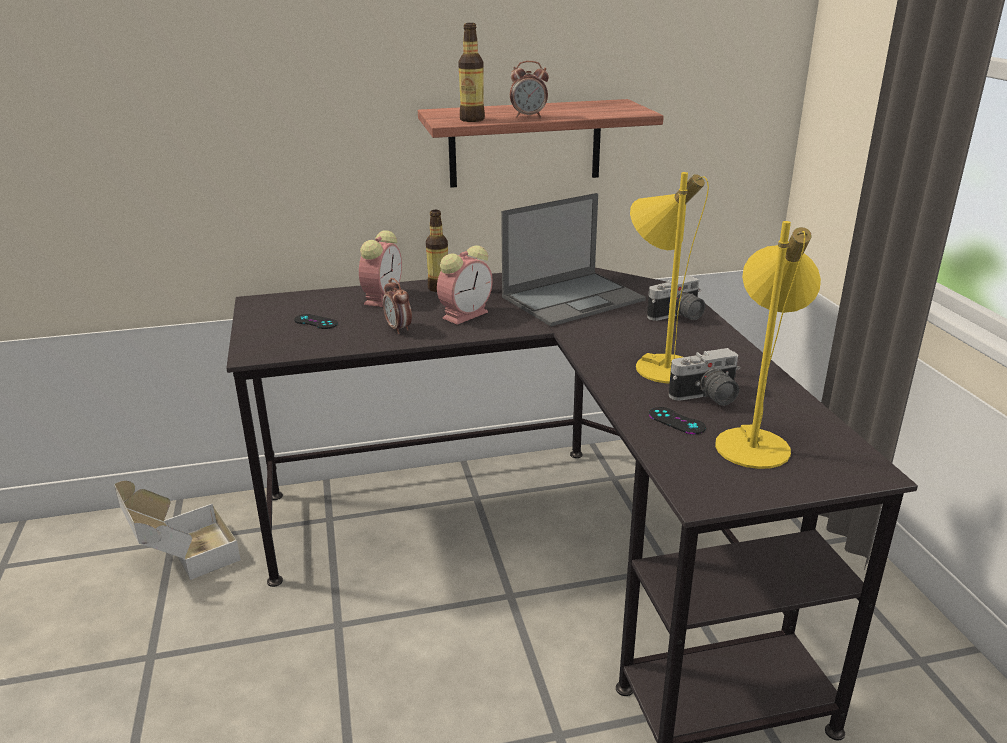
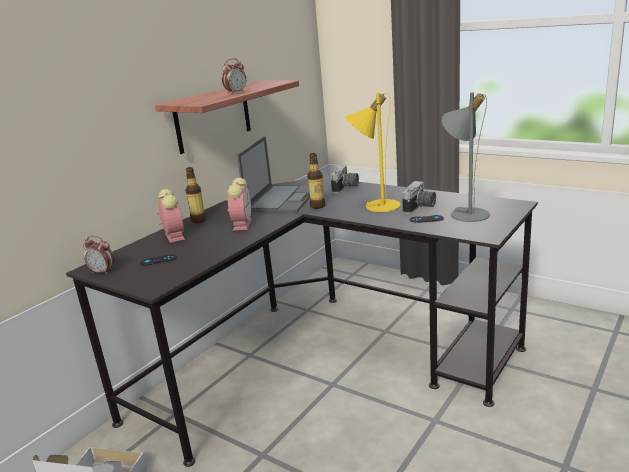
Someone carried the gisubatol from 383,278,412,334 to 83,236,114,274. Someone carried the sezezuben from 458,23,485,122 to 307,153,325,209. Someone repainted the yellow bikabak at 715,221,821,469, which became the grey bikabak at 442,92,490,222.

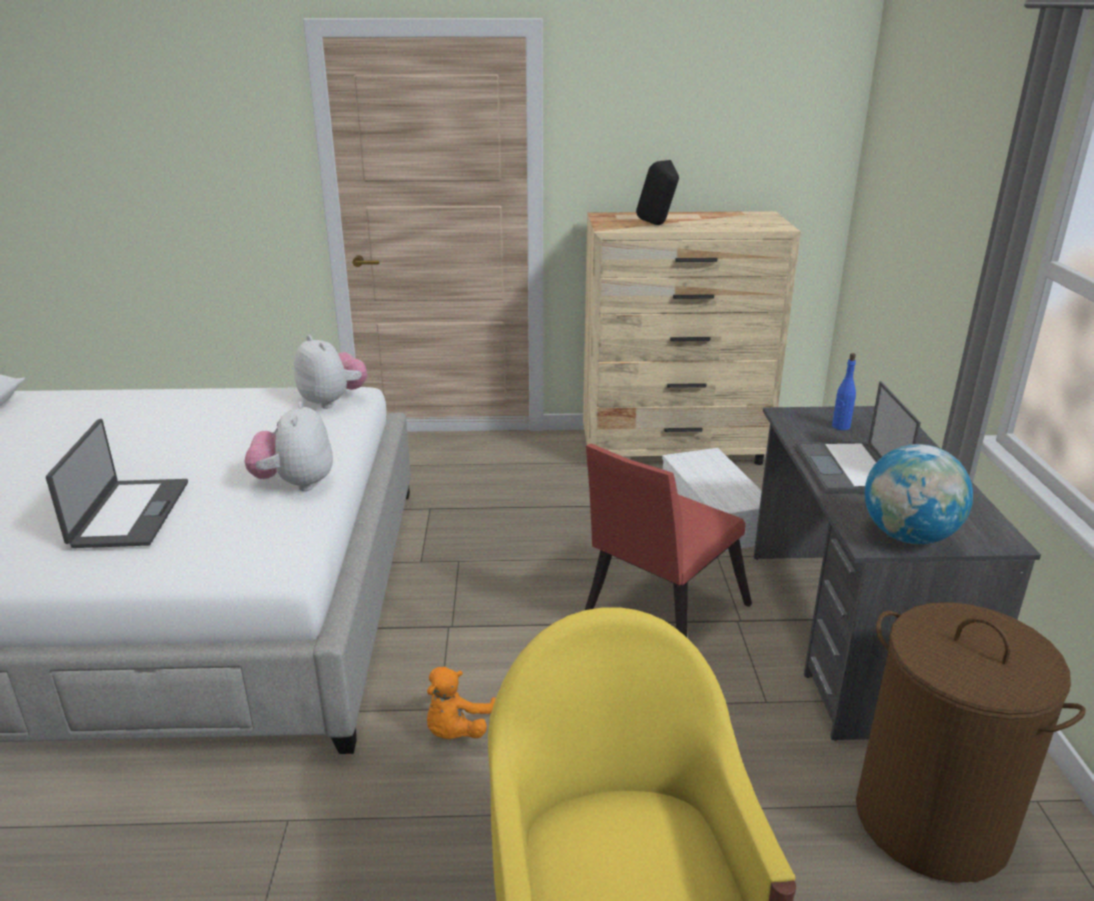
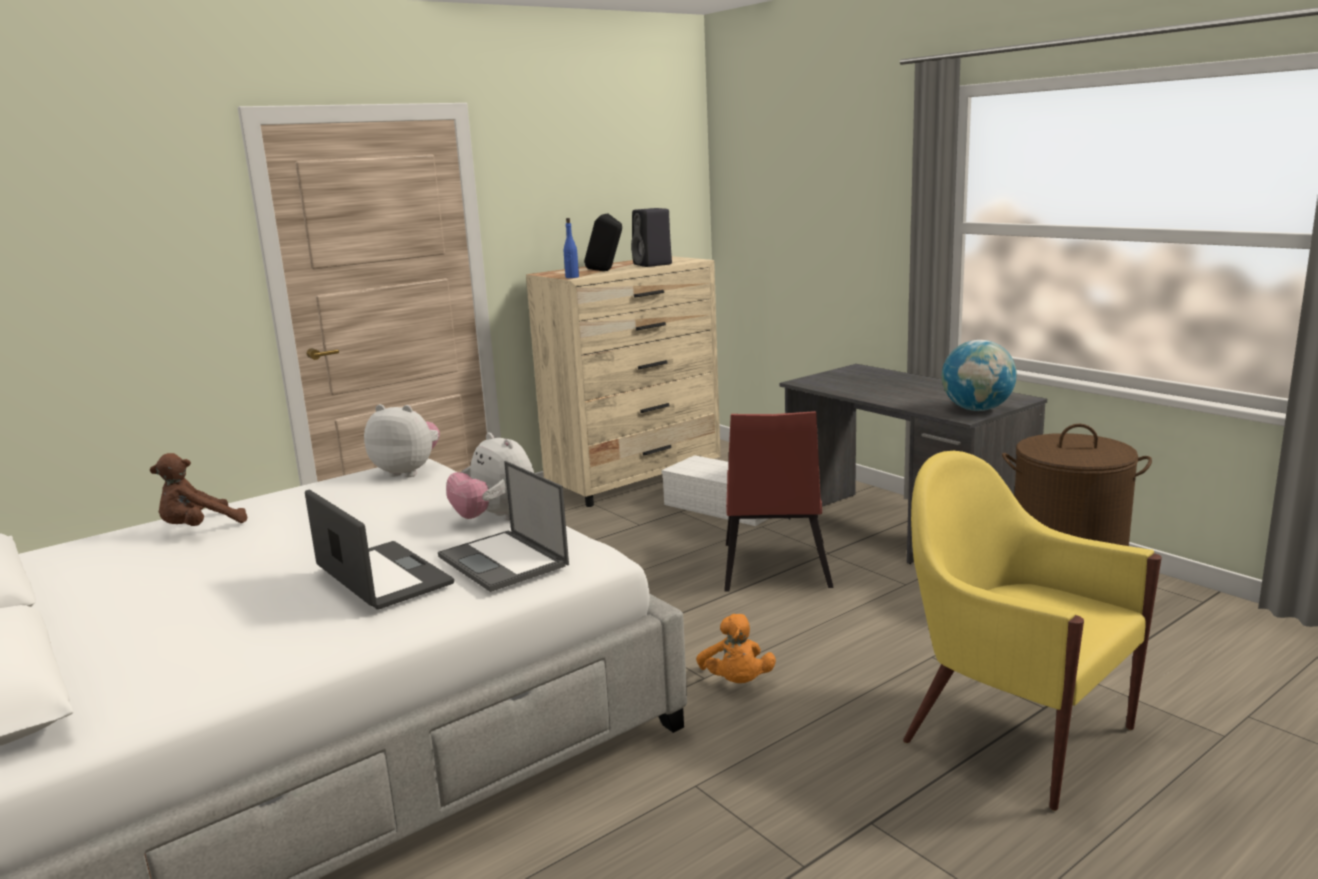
Someone put down the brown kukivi at 150,453,248,526. Someone put down the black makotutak at 631,208,672,267. Someone carried the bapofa from 796,381,921,494 to 438,461,569,592. Someone carried the blue sezezuben from 832,353,856,430 to 564,218,579,278.

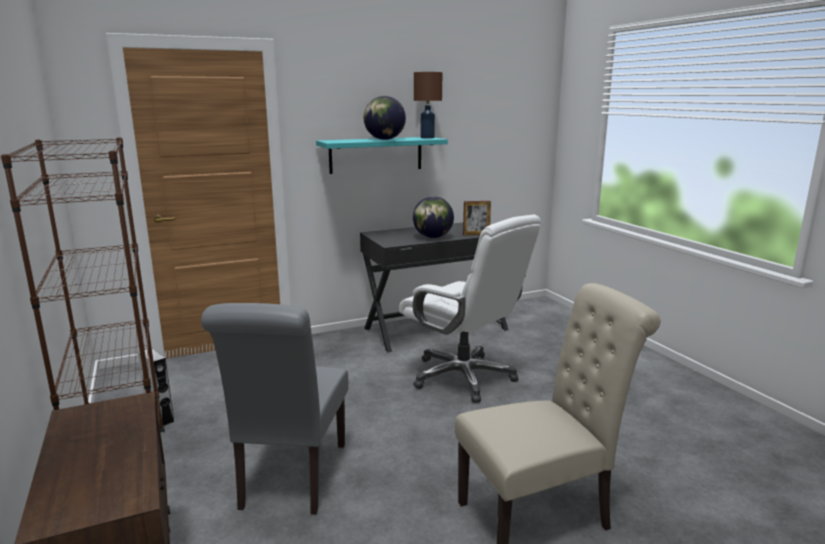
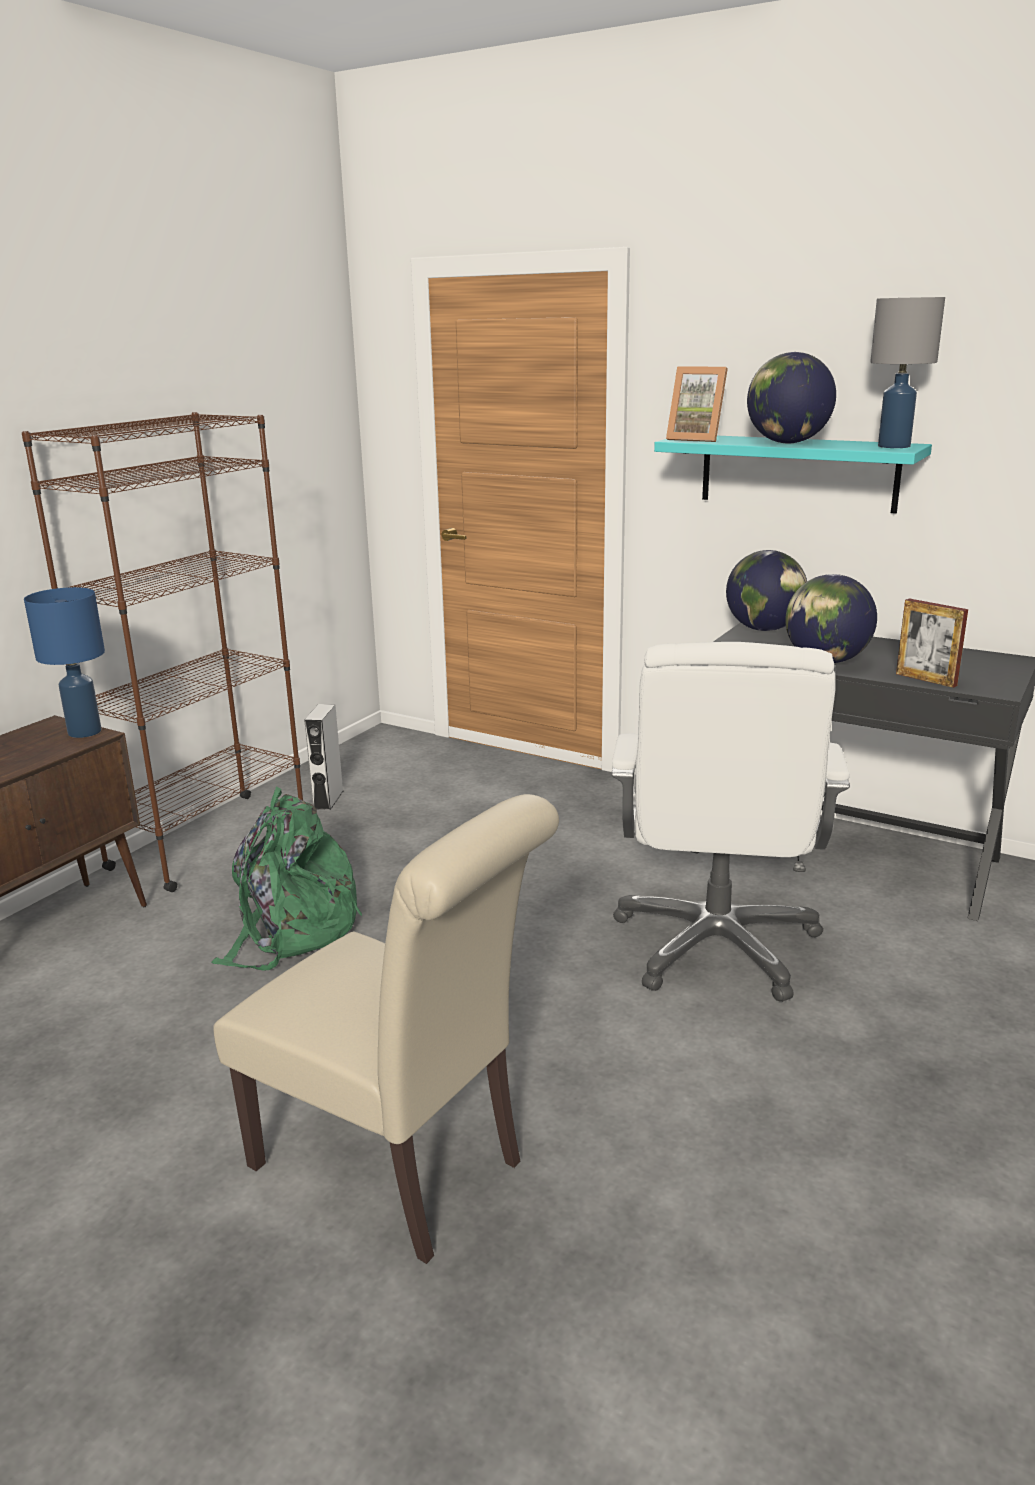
Someone put down the blue bikabak at 24,587,105,738. Someone put down the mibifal at 666,366,728,442. Someone put down the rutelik at 726,550,807,631. Someone swapped the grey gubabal at 201,303,348,515 for the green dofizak at 211,786,362,970. Someone repainted the brown bikabak at 414,72,442,139, which became the grey bikabak at 870,297,945,448.

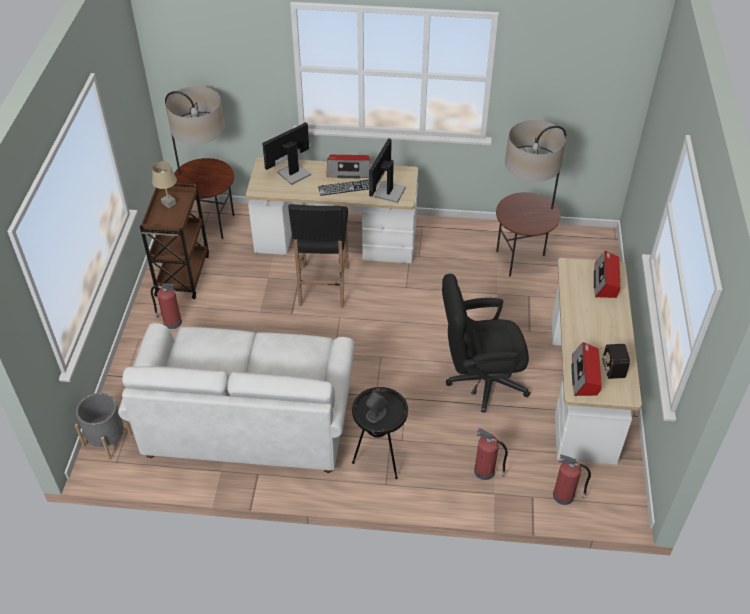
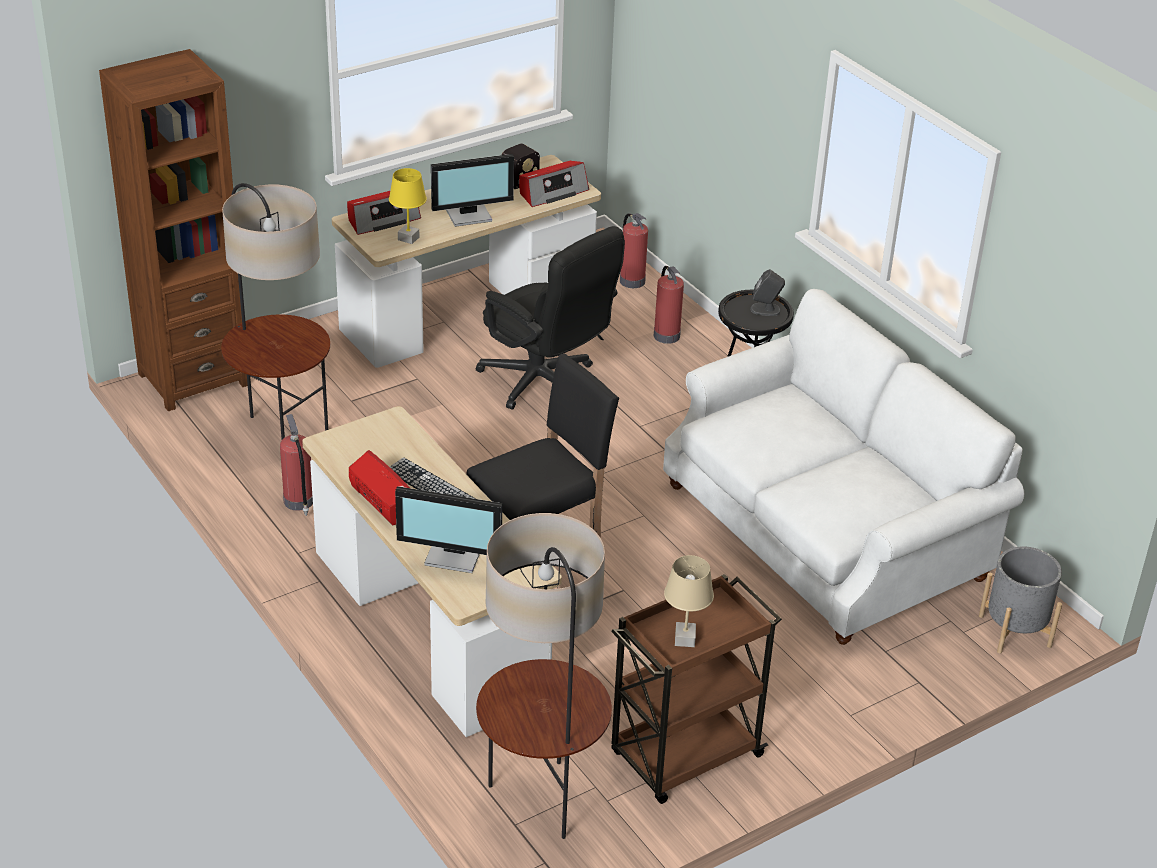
Someone put down the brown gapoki at 99,49,248,411. Someone put down the yellow bikabak at 389,168,427,244. Someone carried the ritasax from 151,283,182,329 to 280,414,313,516. Someone carried the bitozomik from 369,138,406,203 to 431,154,514,227.

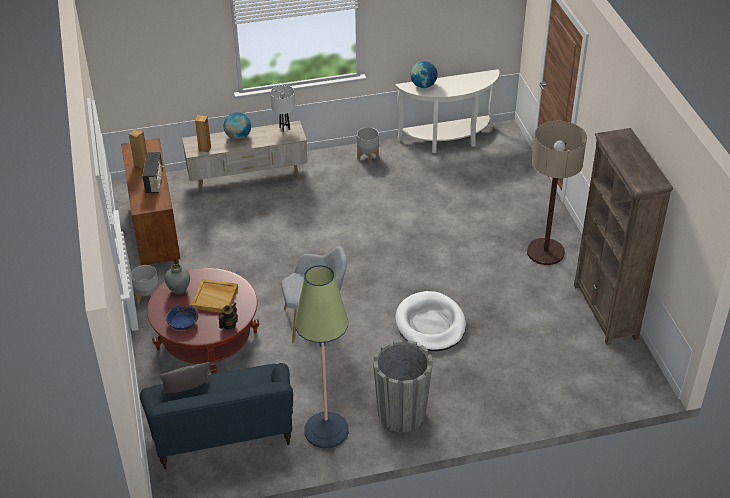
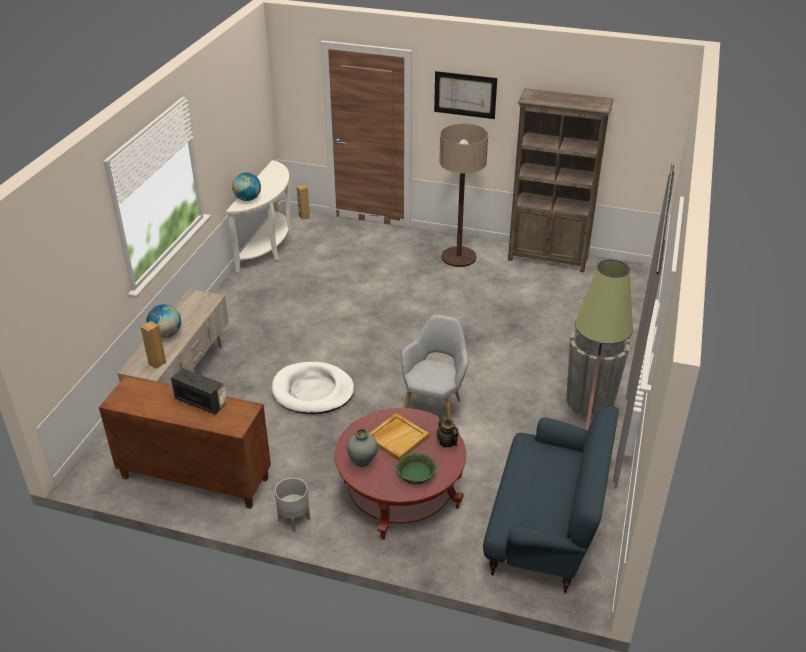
Someone took away the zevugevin at 159,362,210,394. Someone took away the white bikabak at 270,85,295,132. Someone took away the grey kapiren at 357,127,379,164. Someone put up the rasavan at 434,71,497,119. Someone carried the brown makotutak from 129,129,147,169 to 297,184,310,220. Someone carried the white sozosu from 395,291,466,351 to 272,362,354,414. Someone repainted the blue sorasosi at 166,305,198,330, which became the green sorasosi at 397,453,436,484.

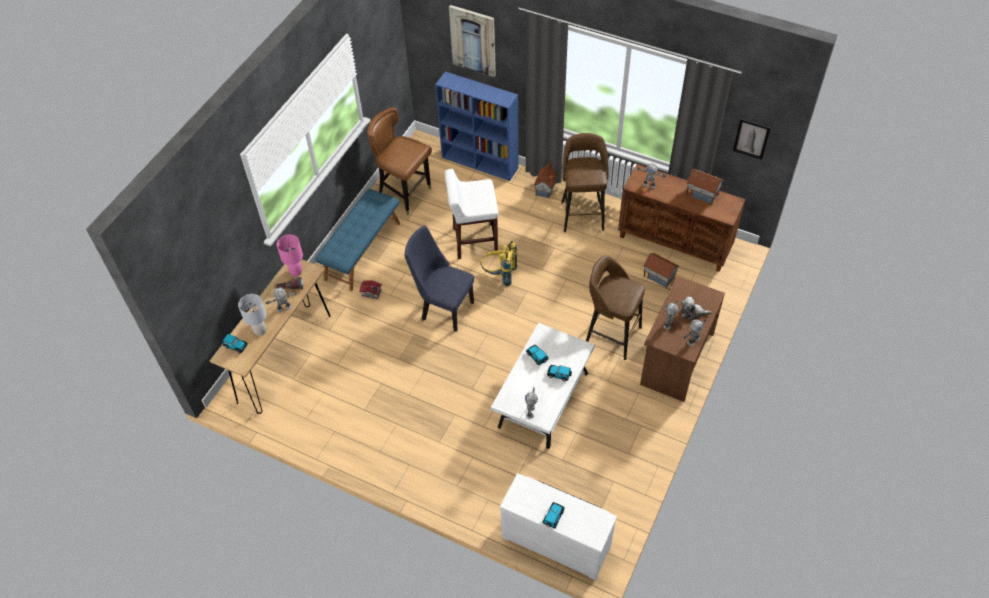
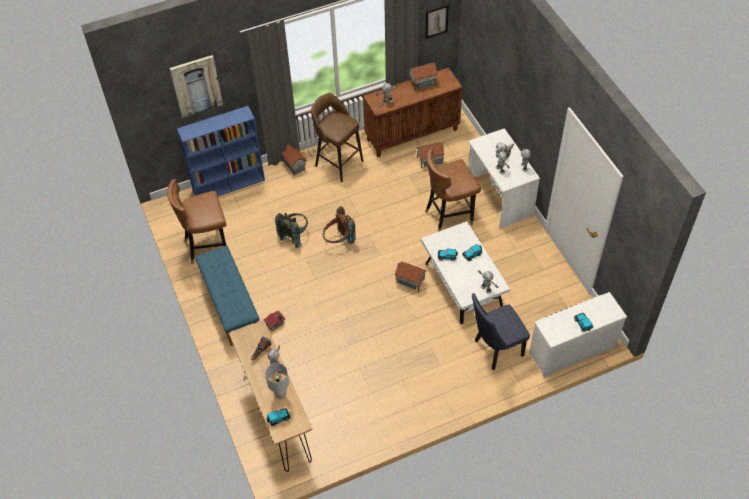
Someone took away the pink bikabak at 277,235,303,276. Someone put down the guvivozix at 394,262,426,292. Someone carried the blue gubabal from 405,225,474,332 to 472,293,530,370. Someone swapped the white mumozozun at 445,169,498,259 for the grey dofizak at 275,213,308,248. Someone swapped the brown mumozozun at 586,256,645,360 for the brown gubabal at 425,149,481,232. Someone repainted the yellow dofizak at 481,241,517,286, which became the brown dofizak at 323,206,356,244. Someone repainted the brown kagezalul at 640,276,725,402, which became the white kagezalul at 468,128,540,228.

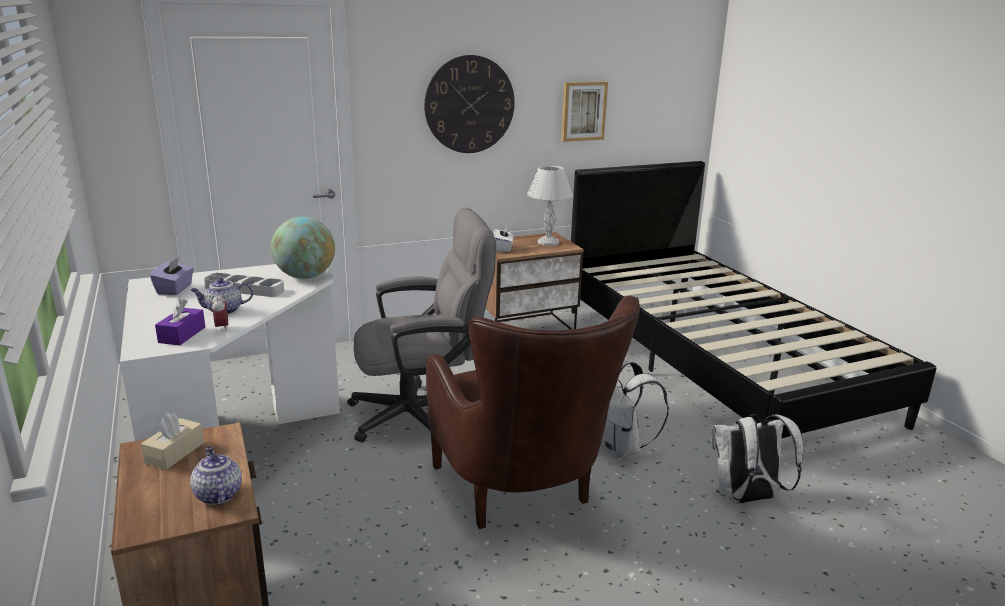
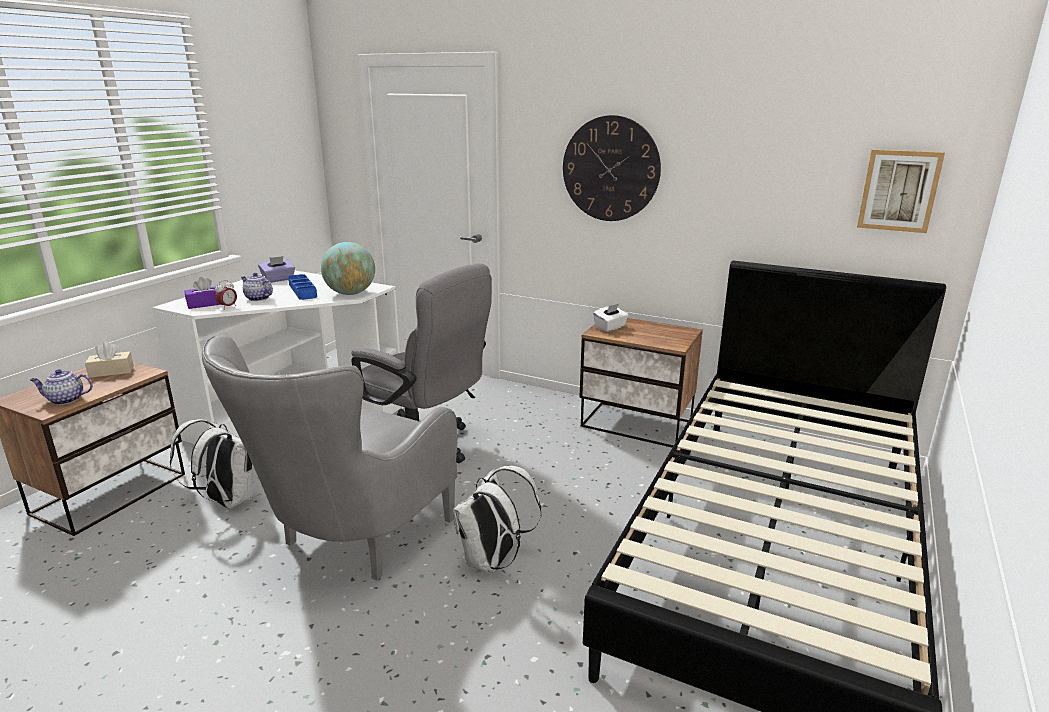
Someone took away the white bikabak at 527,165,573,246. Someone carried the rasavan from 561,81,608,142 to 857,149,945,233. Someone carried the white dofizak from 712,414,803,504 to 170,419,253,509. Someone repainted the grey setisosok at 204,273,284,297, which became the blue setisosok at 288,274,317,300. Someone repainted the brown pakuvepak at 426,296,640,529, which became the grey pakuvepak at 202,335,457,580. Someone rotated the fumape at 190,446,242,505 by 120 degrees counterclockwise.

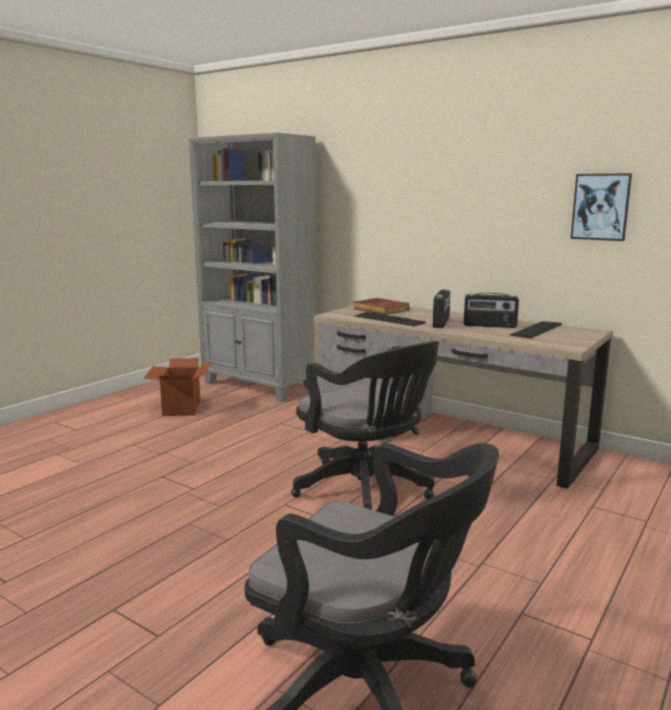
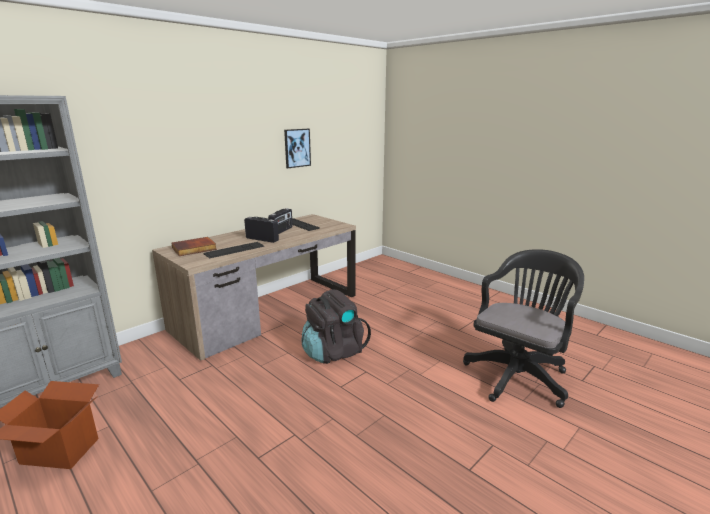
Someone swapped the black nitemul at 291,341,439,510 for the black dofizak at 301,289,371,364.

